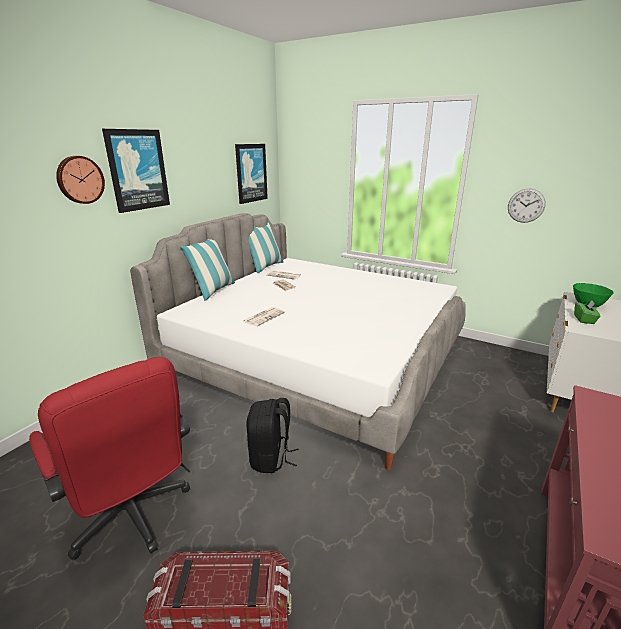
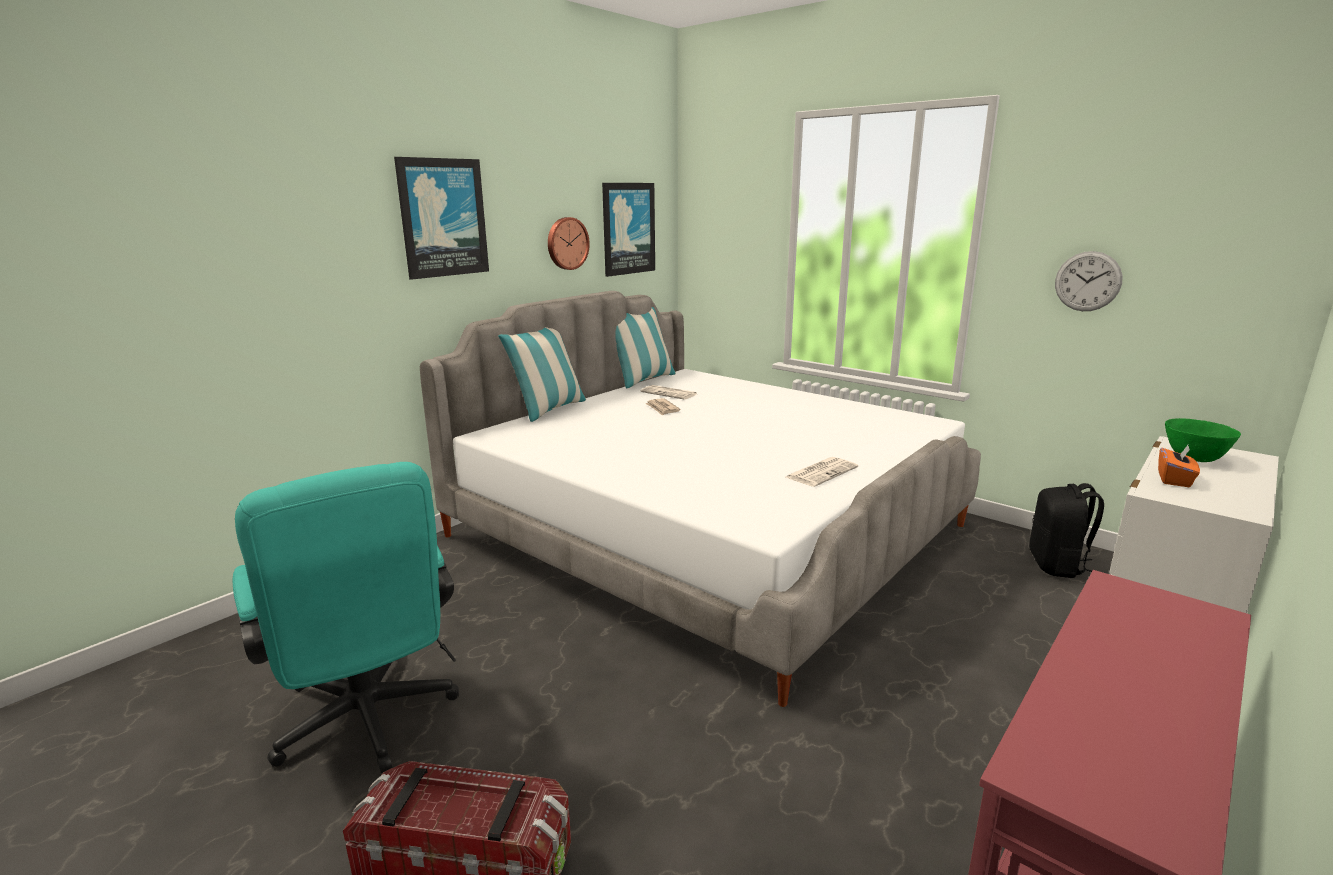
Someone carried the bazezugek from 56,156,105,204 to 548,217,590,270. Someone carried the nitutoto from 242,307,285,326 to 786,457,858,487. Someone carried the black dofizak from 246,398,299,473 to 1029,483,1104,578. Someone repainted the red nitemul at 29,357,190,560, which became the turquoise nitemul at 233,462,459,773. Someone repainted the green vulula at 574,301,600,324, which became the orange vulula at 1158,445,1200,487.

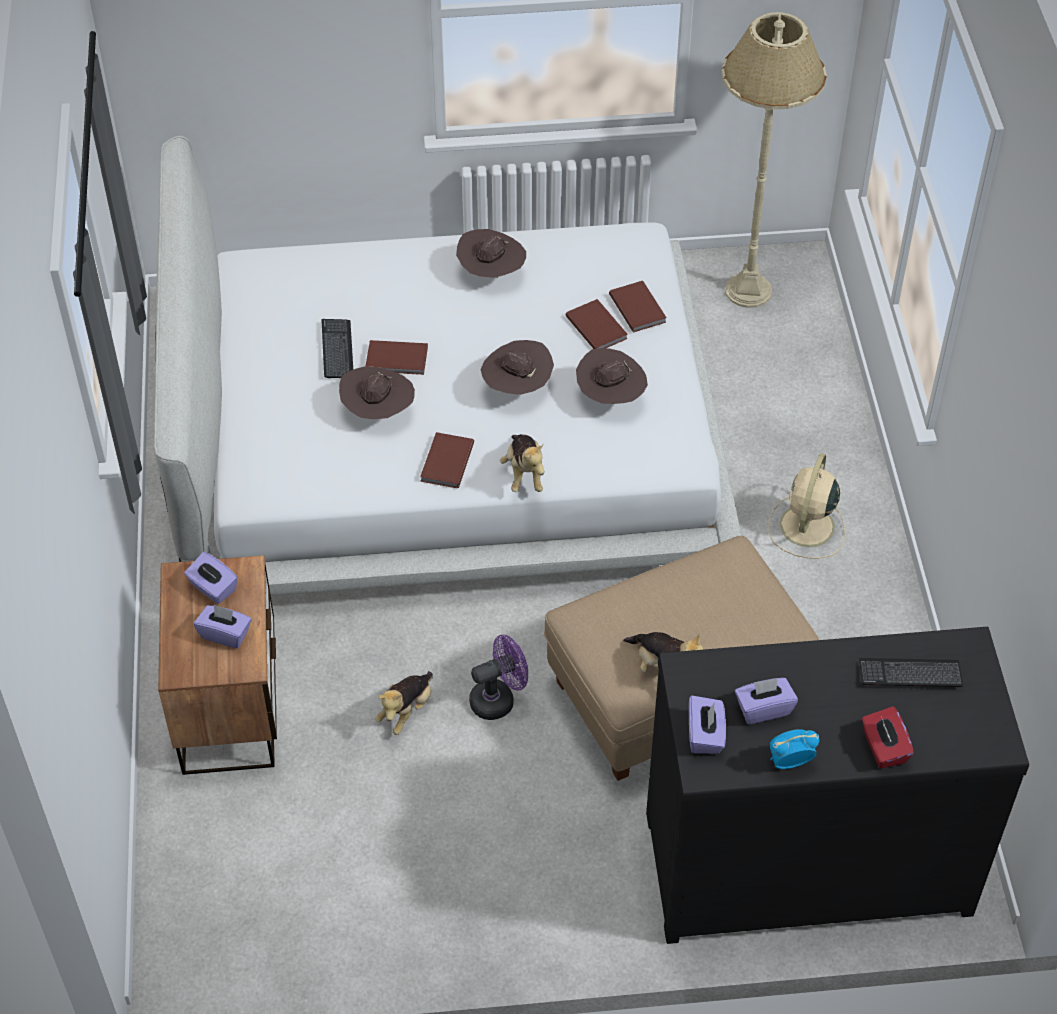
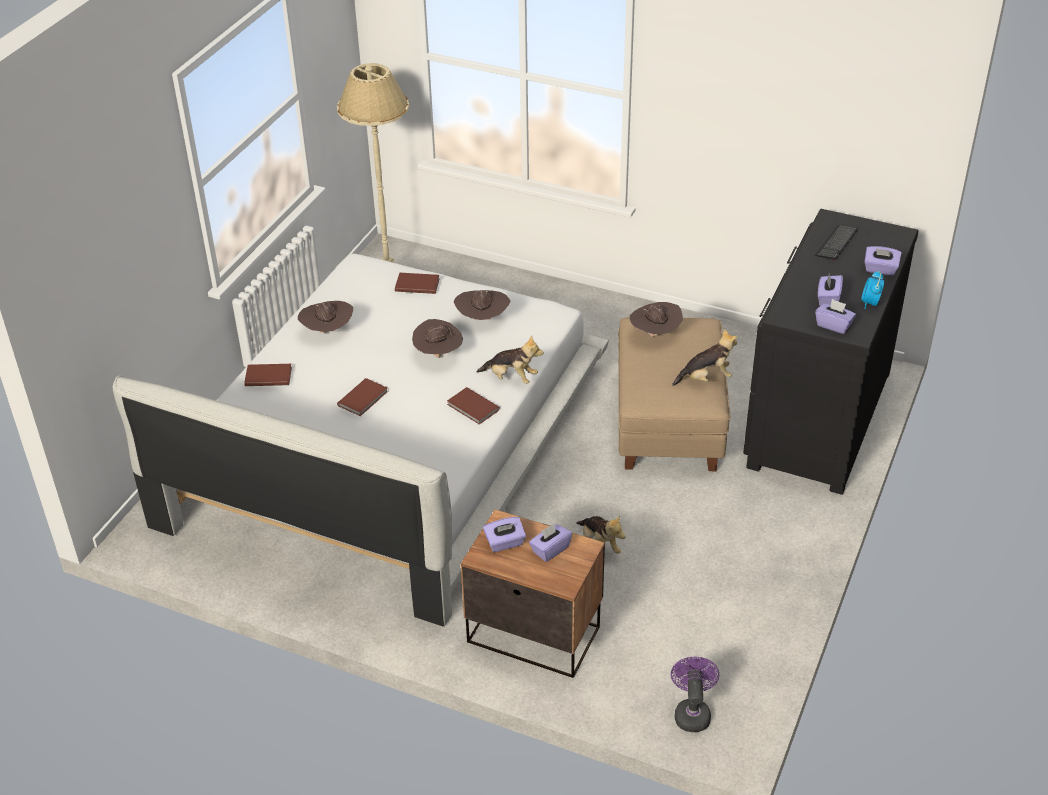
Someone took away the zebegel at 322,319,353,378. Someone took away the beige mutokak at 768,453,845,559. Someone carried the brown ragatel from 339,366,415,419 to 630,302,682,336. Someone carried the purple mutokak from 469,635,528,720 to 671,657,719,732. Someone carried the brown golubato from 566,299,628,349 to 244,364,292,386. Someone repainted the red vulula at 862,706,914,768, which became the purple vulula at 864,246,901,275.

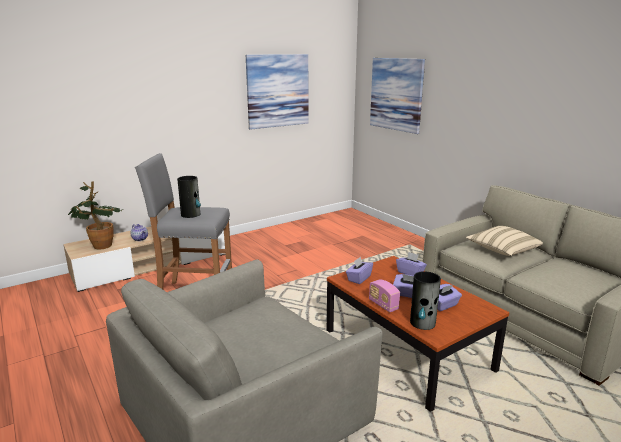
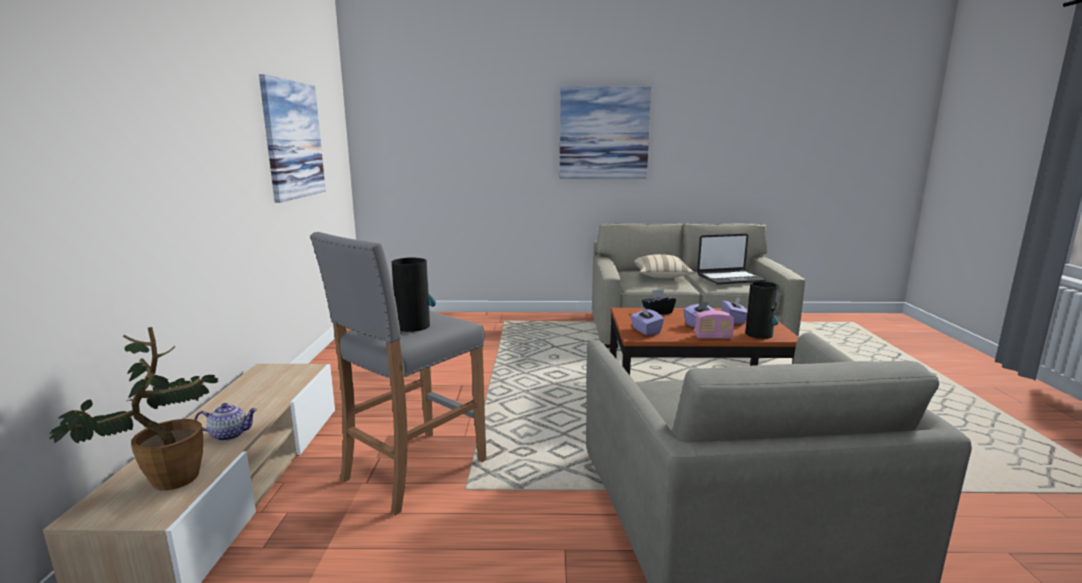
Someone put down the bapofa at 697,234,766,285. Someone carried the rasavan from 370,58,425,134 to 560,86,651,179. Someone repainted the purple vulula at 396,252,427,276, which became the black vulula at 642,289,676,314.

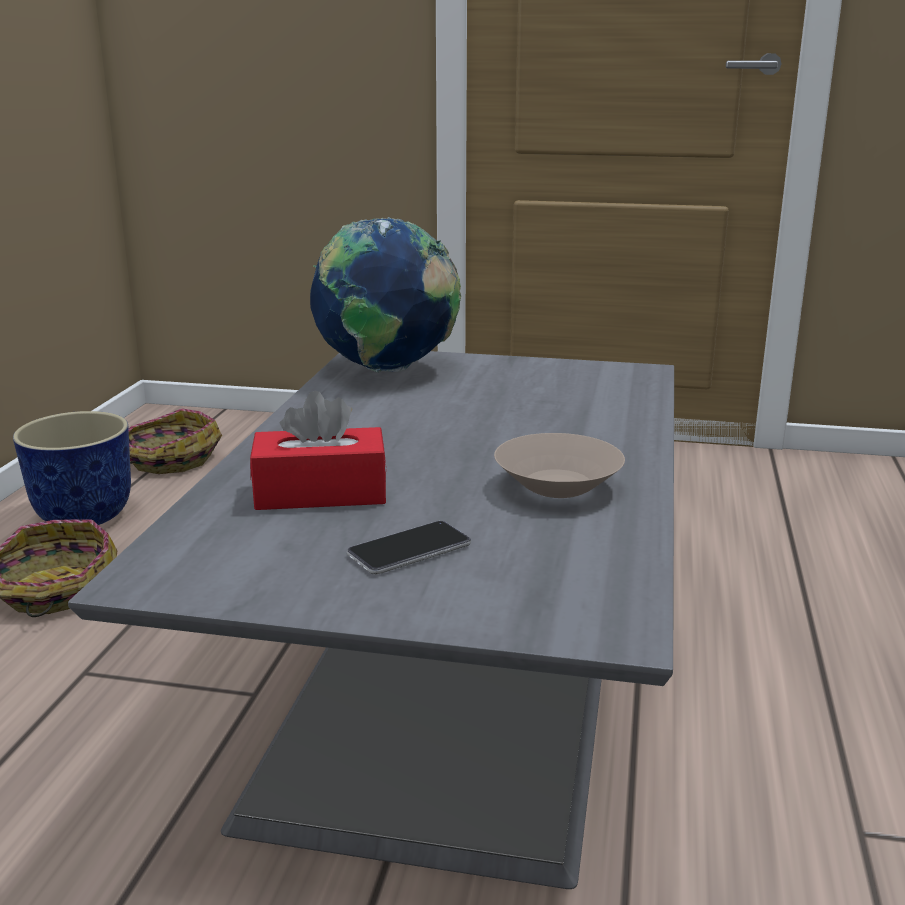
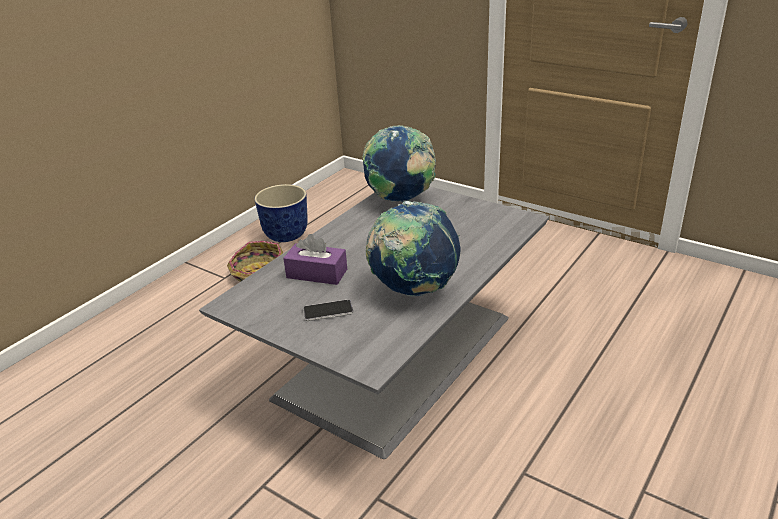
Someone took away the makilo at 129,408,222,474. Someone swapped the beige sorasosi at 494,433,625,498 for the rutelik at 366,201,461,296. Someone repainted the red vulula at 250,391,387,510, which became the purple vulula at 283,234,347,285.

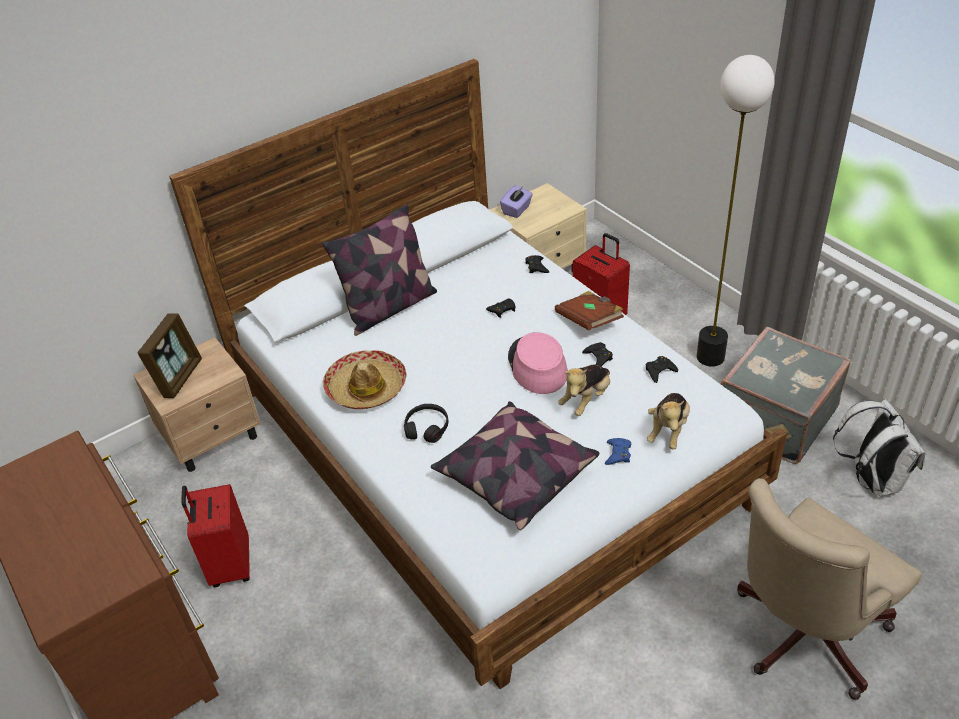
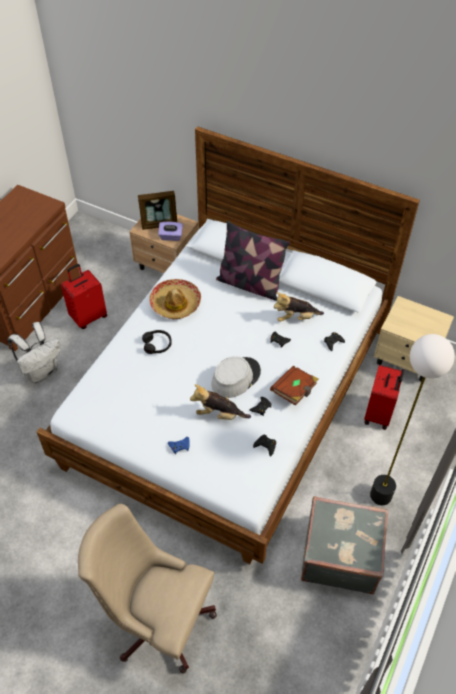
Someone took away the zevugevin at 431,401,599,530. Someone carried the purple vulula from 500,185,533,218 to 158,222,183,241. Someone carried the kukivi from 647,393,690,450 to 274,292,324,322. Someone carried the white dofizak from 833,399,925,497 to 8,322,60,383. Someone repainted the pink ragatel at 508,332,568,394, which became the grey ragatel at 211,356,261,398.

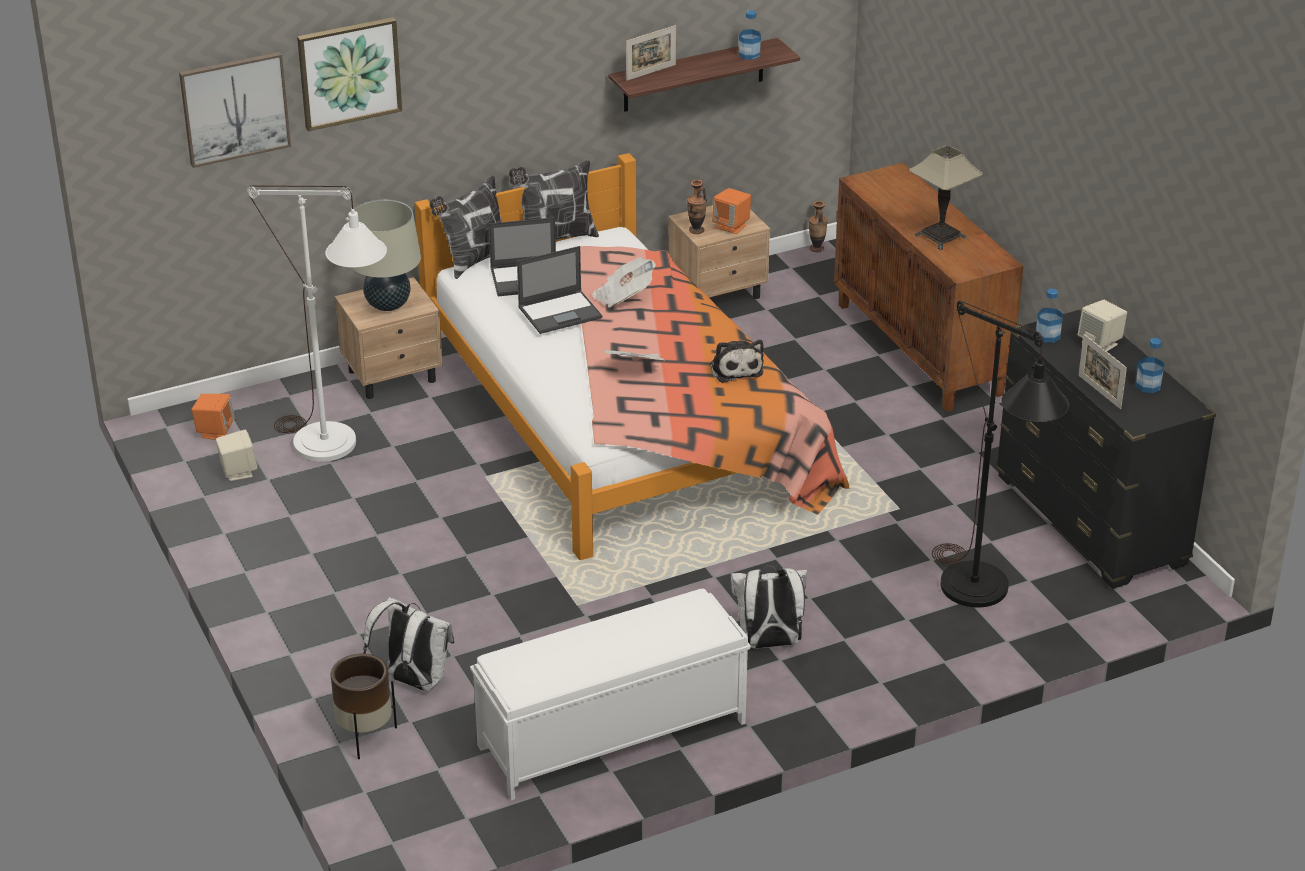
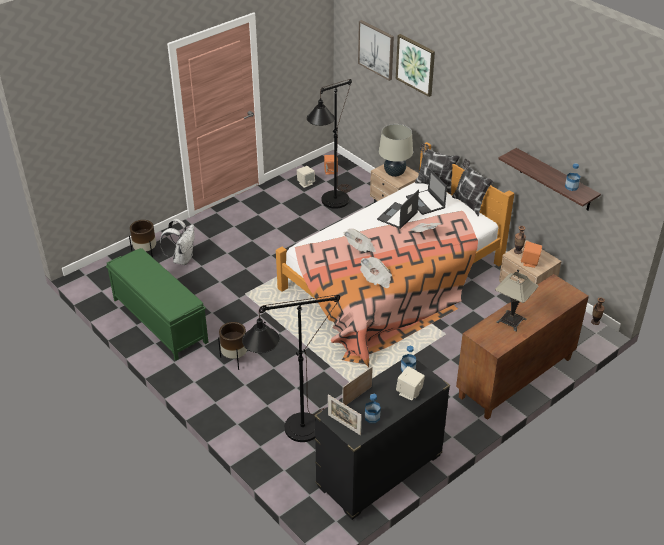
Someone carried the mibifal from 626,25,676,81 to 328,394,362,435. Someone swapped the kukivi at 710,340,764,383 for the nitutoto at 360,257,392,288. Someone swapped the white dofizak at 730,566,807,649 for the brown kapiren at 218,322,247,370. Someone repainted the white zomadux at 247,185,387,462, which became the black zomadux at 307,79,352,209. Someone repainted the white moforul at 470,589,751,800, which became the green moforul at 106,248,208,361. Someone rotated the bapofa at 517,246,602,334 by 75 degrees clockwise.

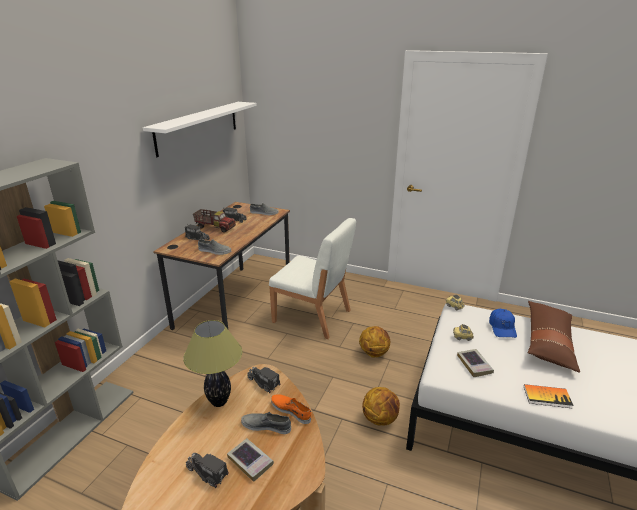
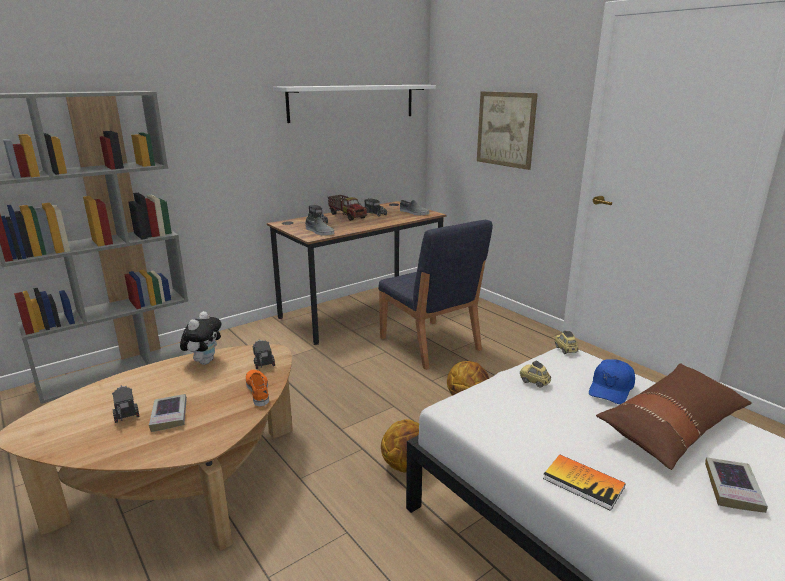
Someone took away the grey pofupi at 241,412,291,434. Someone put up the rasavan at 477,91,538,170. Someone carried the golubato from 457,349,494,377 to 705,457,768,513. Someone swapped the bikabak at 183,320,242,407 for the kukivi at 180,311,221,365. Someone repainted the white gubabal at 269,218,356,339, which became the blue gubabal at 378,220,493,370.

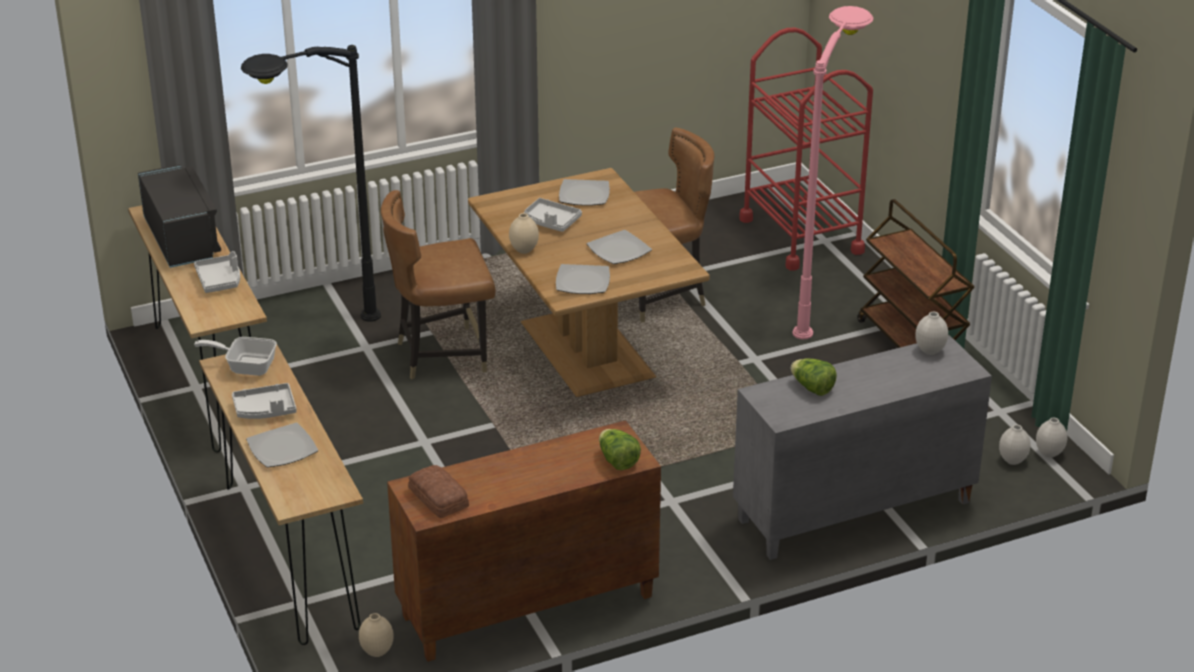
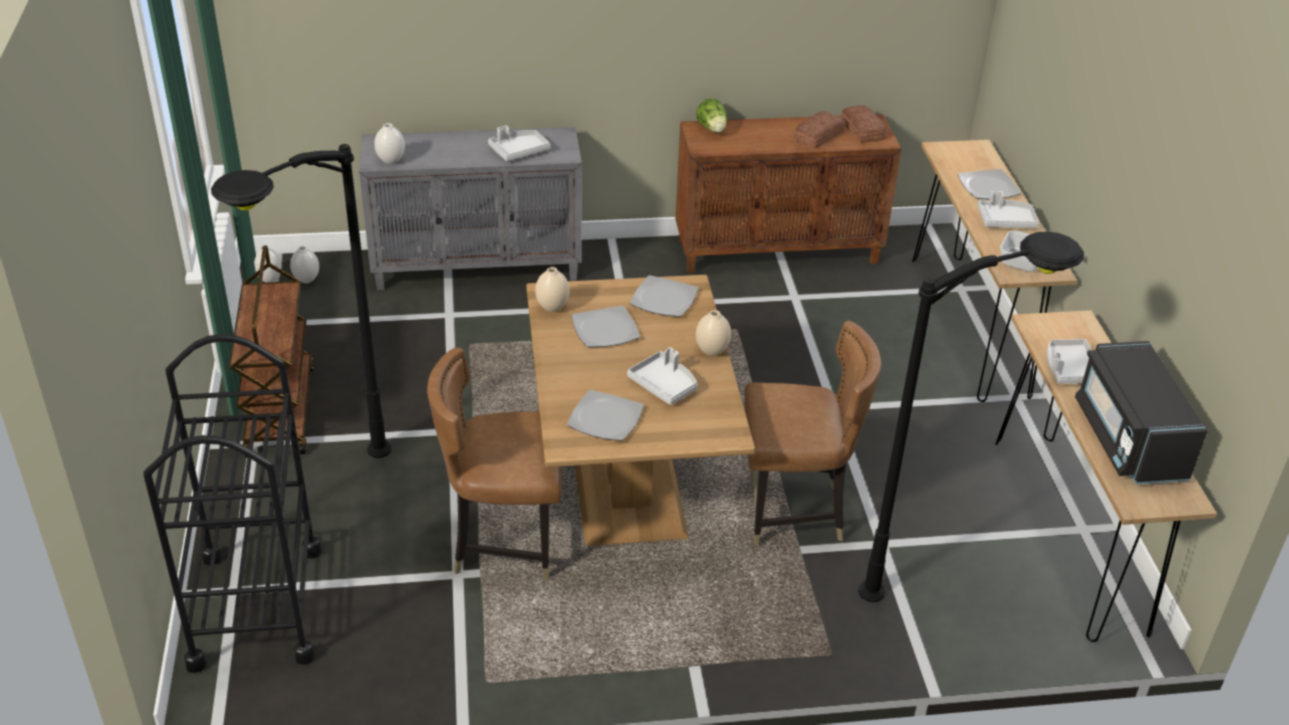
Someone put down the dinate at 794,111,845,149. Someone carried the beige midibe from 359,613,394,657 to 535,267,570,312. Someone swapped the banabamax at 790,358,837,396 for the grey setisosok at 488,125,550,161. Someone repainted the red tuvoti at 739,27,873,271, which became the black tuvoti at 143,334,322,673. Someone repainted the pink zomadux at 792,6,873,340, which became the black zomadux at 211,144,392,458.

